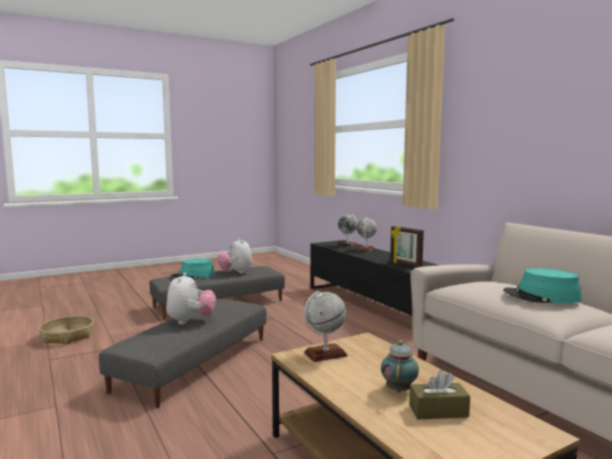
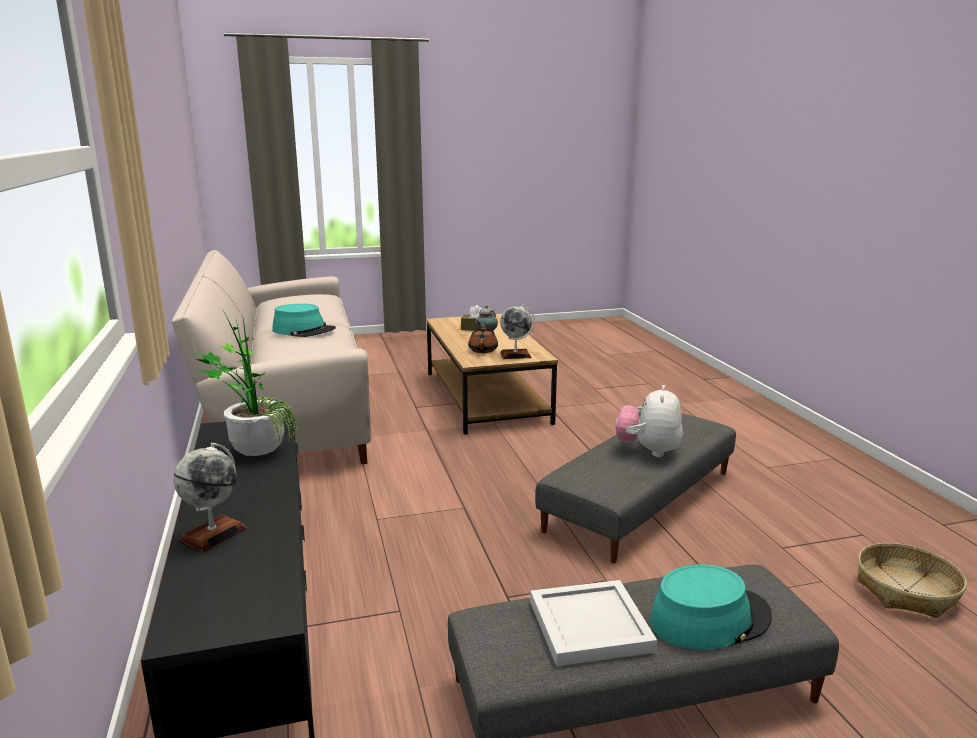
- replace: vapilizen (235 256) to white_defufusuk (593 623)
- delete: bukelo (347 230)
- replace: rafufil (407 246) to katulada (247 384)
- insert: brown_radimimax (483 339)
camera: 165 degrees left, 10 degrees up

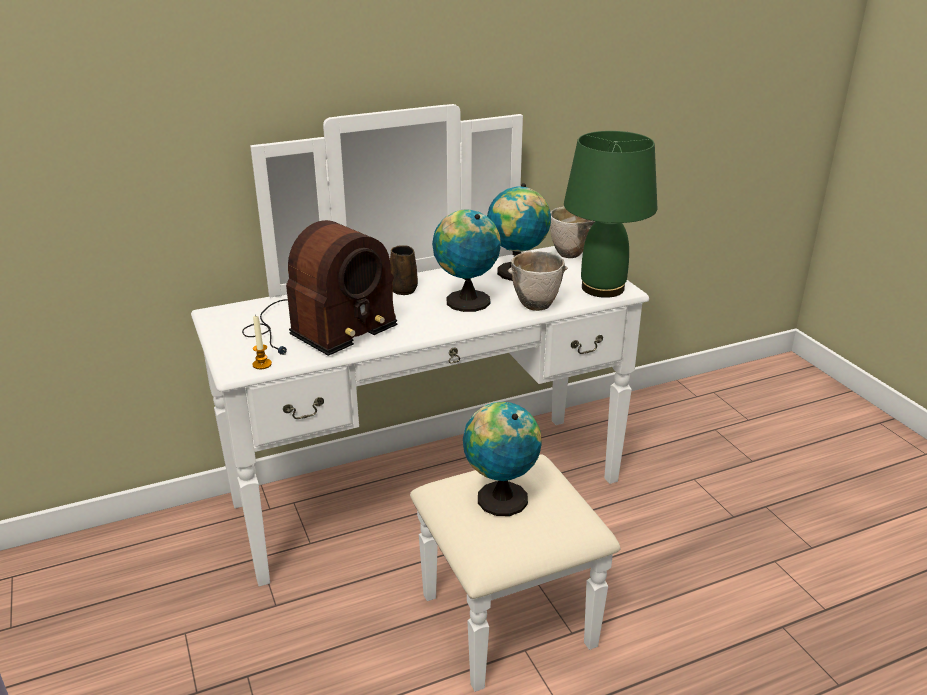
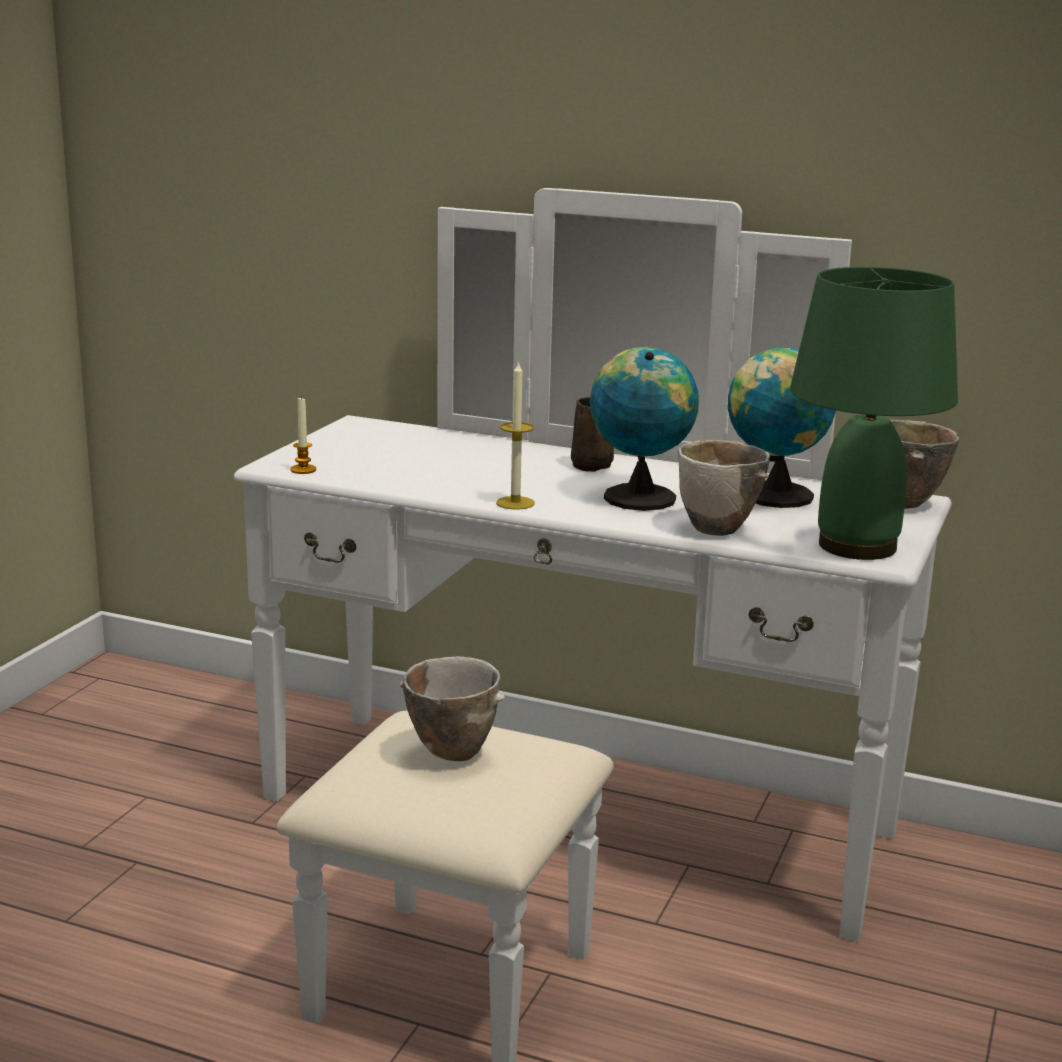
- delete: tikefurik (319 288)
- replace: bukelo (502 459) to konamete (452 709)
- insert: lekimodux (515 435)
camera: 45 degrees right, 10 degrees down

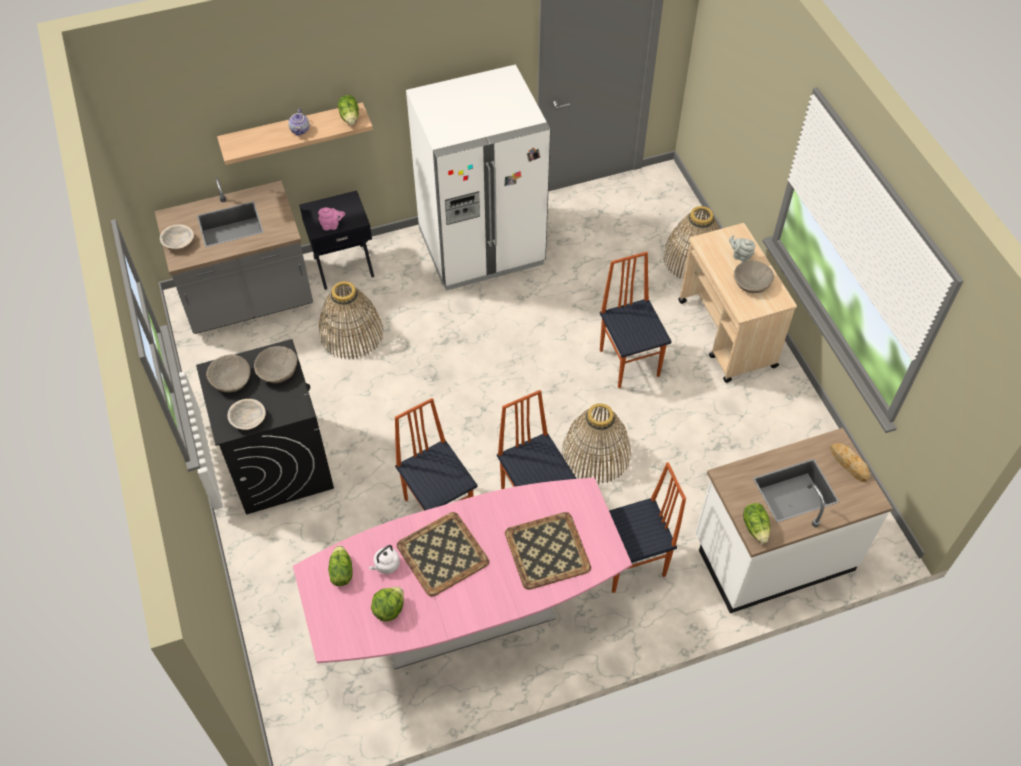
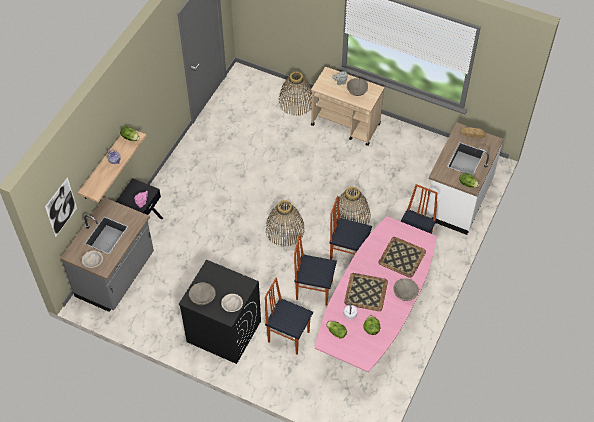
- move: beige_konamete (275 364) to (406 290)
- move: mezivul (351 320) to (285 223)
- delete: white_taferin (478 177)
- move: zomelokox (636 320) to (289 316)
- insert: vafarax (61 207)
camera: 45 degrees left, 0 degrees up

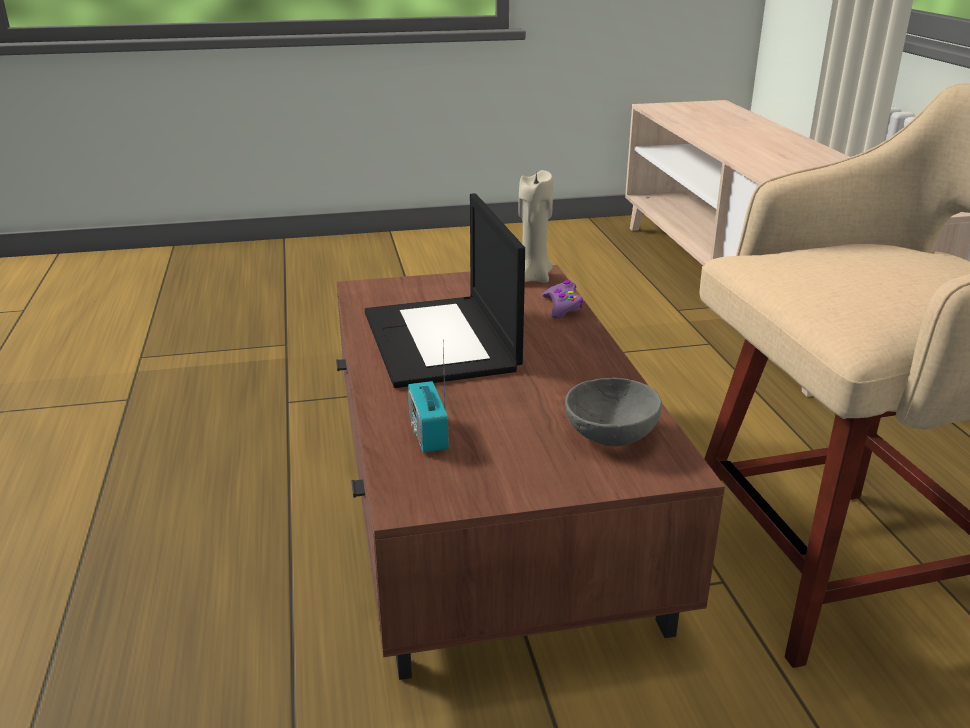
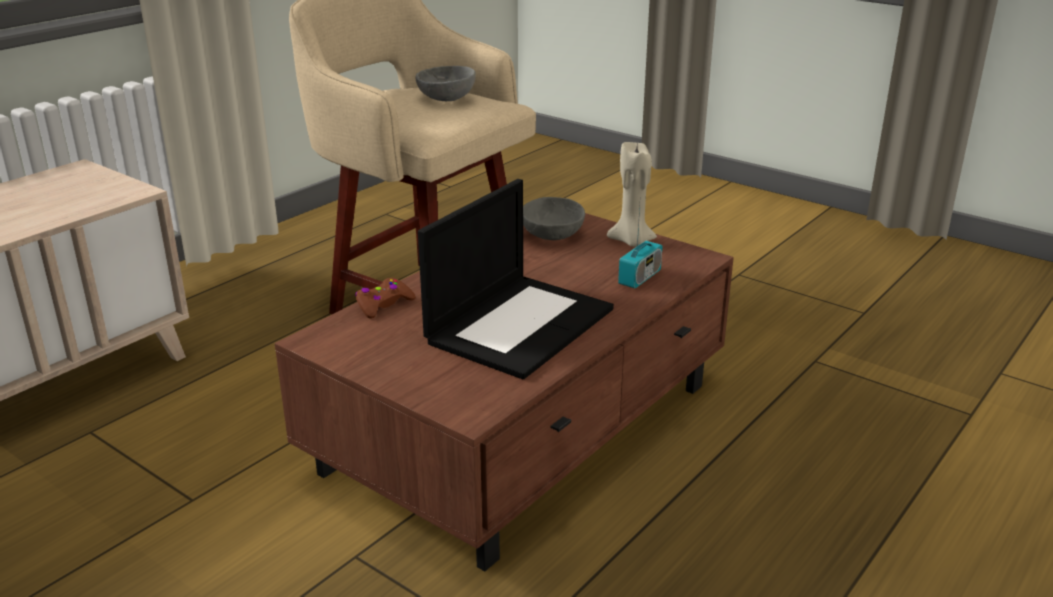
- move: beige_lekimodux (535 226) to (632 194)
- recolor: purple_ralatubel (562 299) to brown_ralatubel (385 298)
- insert: grey_konamete (446 83)
camera: 130 degrees left, 0 degrees up

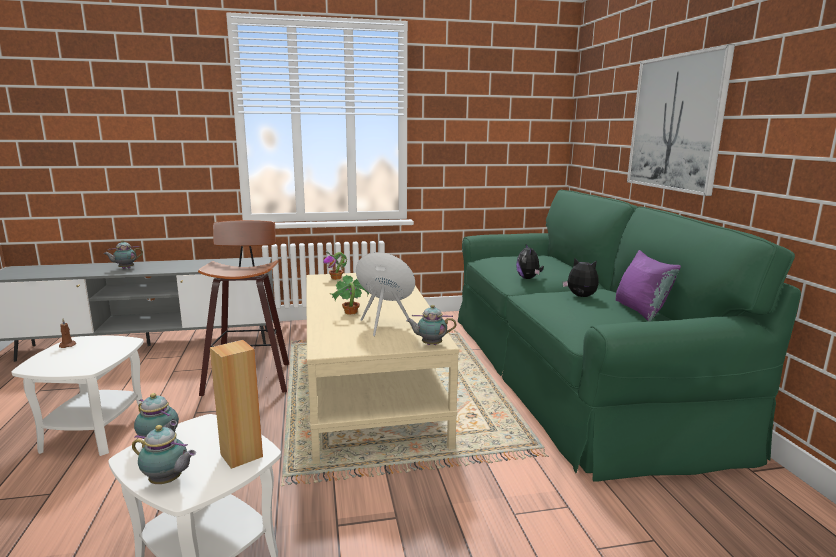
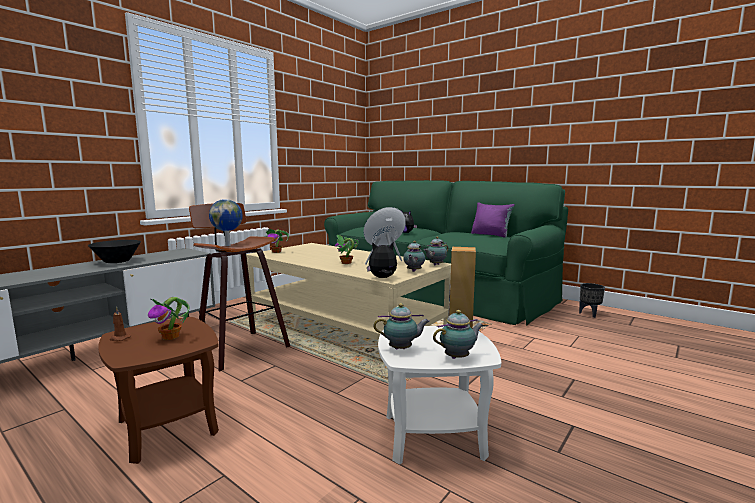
- recolor: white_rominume (78 395) to brown_rominume (158 390)
- move: radimimax (123 254) to (414 256)
- move: vapilizen (580 277) to (382 260)
- delete: vafarax (681 120)
- insert: black_konamete (114 251)
- insert: katulada (168 318)
- insert: bukelo (226 222)
- insert: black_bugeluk (592 300)
camera: 40 degrees left, 5 degrees down

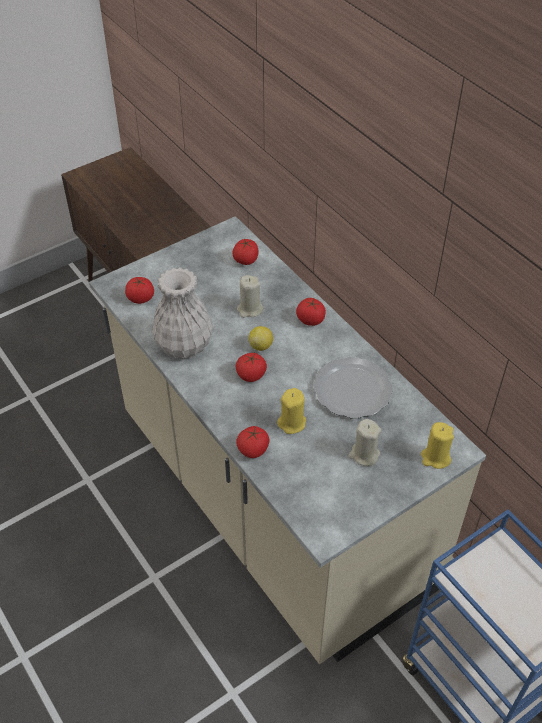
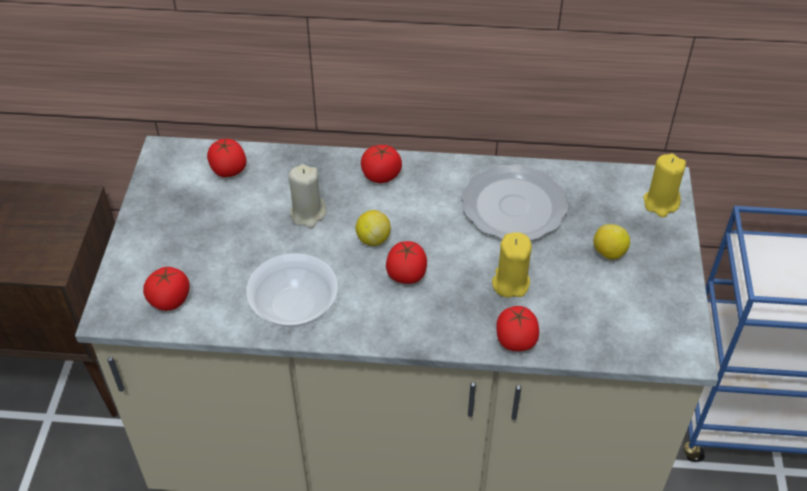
- replace: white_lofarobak (182 312) to konamete (292 290)
- replace: beige_lekimodux (365 442) to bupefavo (611 241)
camera: 50 degrees left, 0 degrees up

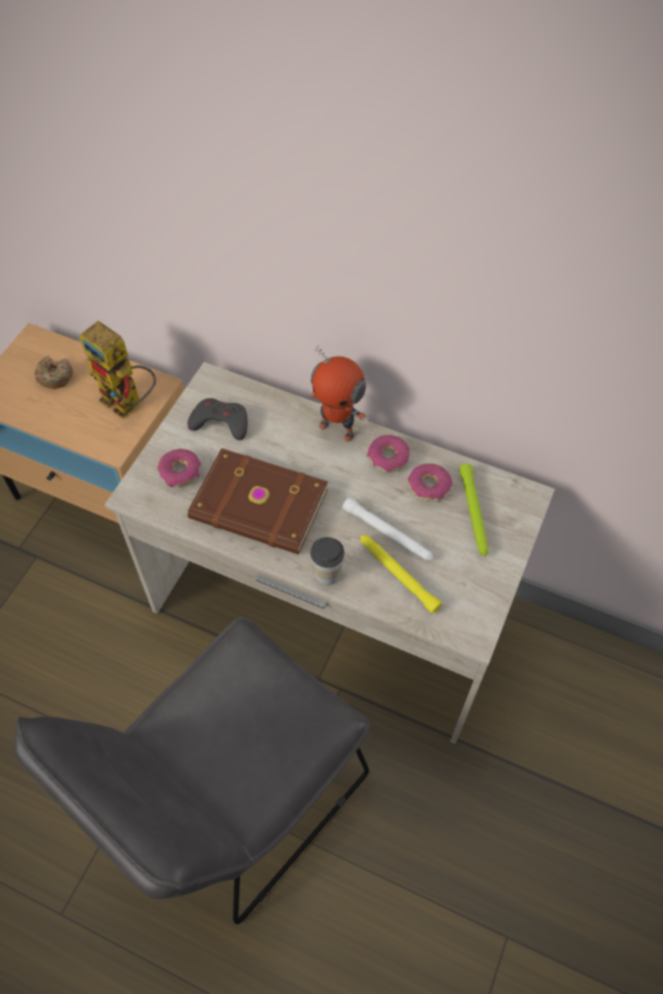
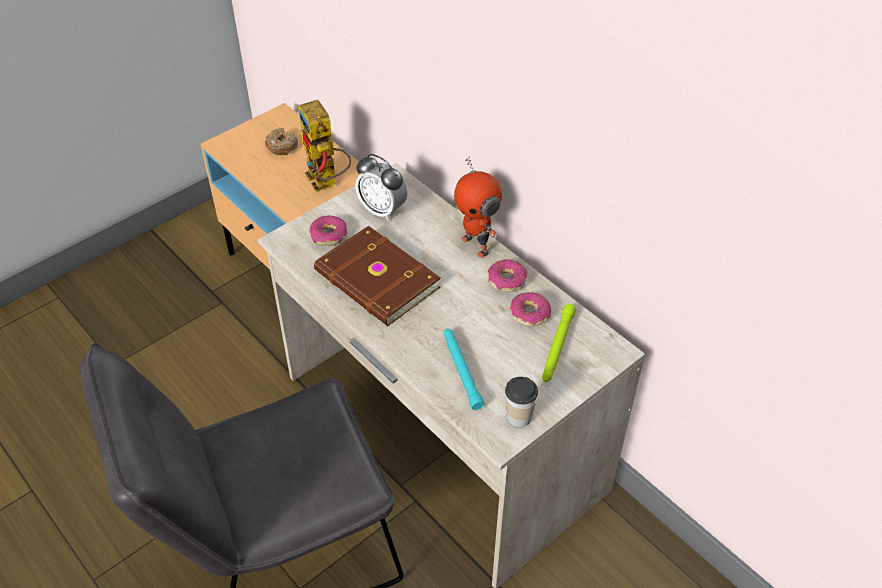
- replace: grey_ralatubel (218 419) to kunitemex (381 187)
- move: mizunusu (327 561) to (521 402)
- delete: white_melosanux (387 529)
- recolor: yellow_melosanux (401 574) to turquoise_melosanux (464 369)
camera: 25 degrees right, 10 degrees down

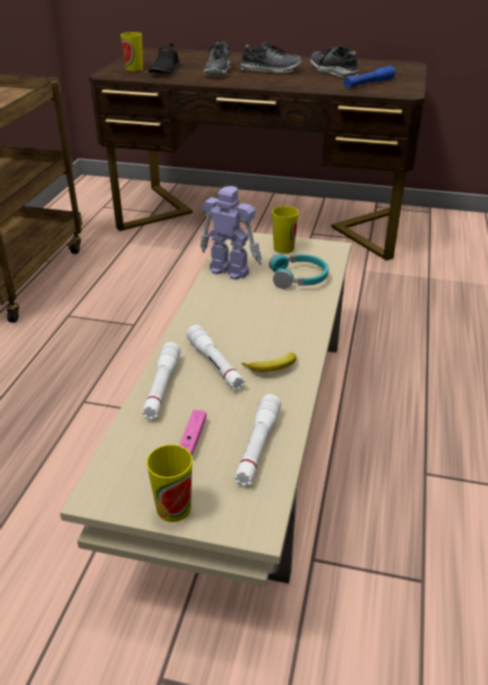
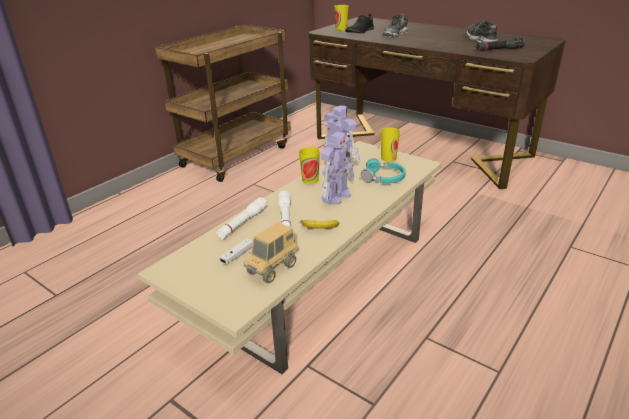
- move: mizunusu (169 483) to (309 165)
- recolor: pink_ralatubel (192 432) to white_ralatubel (236 251)
- replace: white_melosanux (258 440) to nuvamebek (271 252)
- delete: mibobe (271 57)
- recolor: blue_melosanux (369 77) to black_melosanux (500 44)
- insert: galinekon (337 168)
camera: 25 degrees right, 5 degrees down

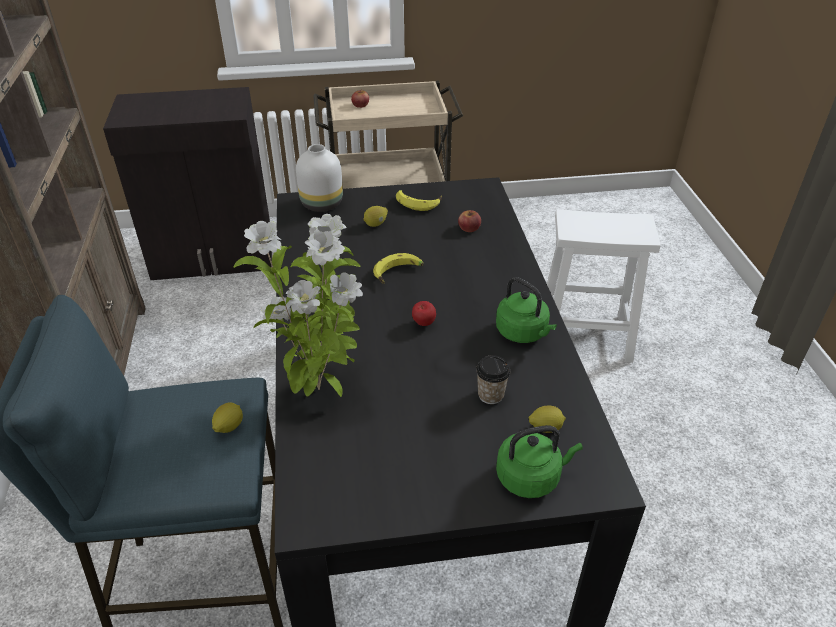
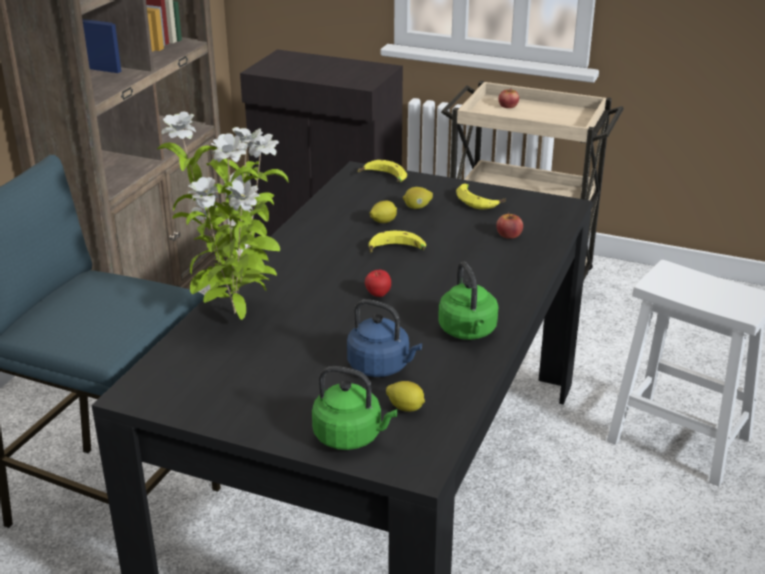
- move: bupefavo (227 417) to (383 212)
- replace: white_lofarobak (319 178) to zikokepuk (382 171)
- replace: mizunusu (493 379) to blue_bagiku (384 338)
camera: 30 degrees right, 10 degrees down

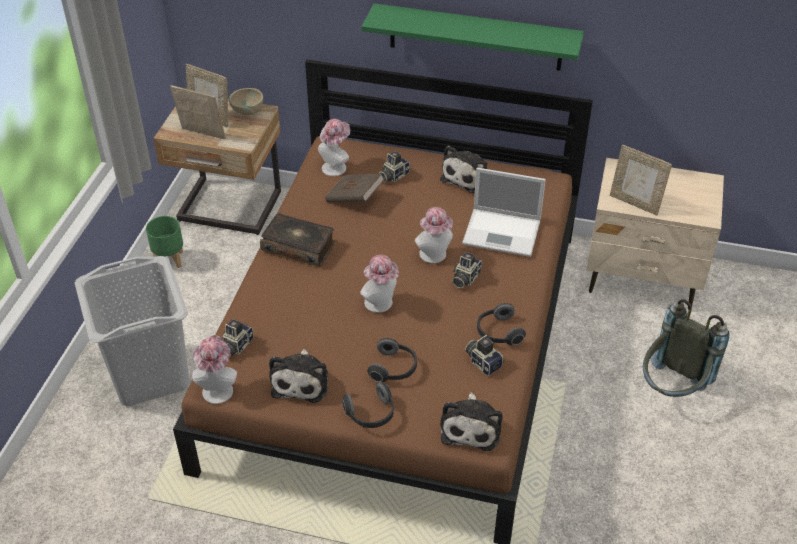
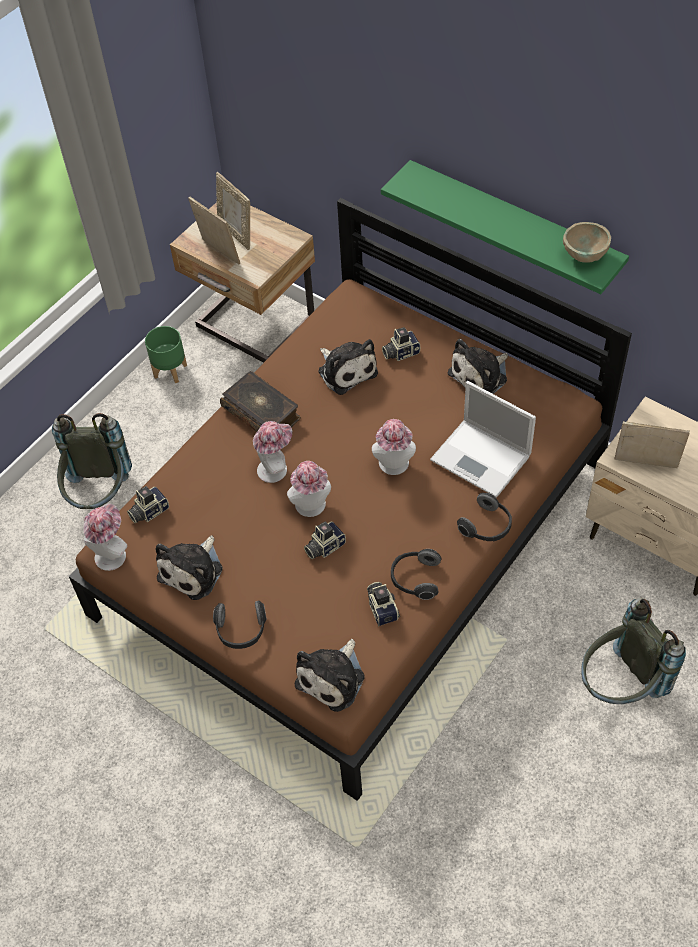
- replace: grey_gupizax (132 331) to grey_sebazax (92 461)
- move: beige_konamete (246 101) to (587 242)
- move: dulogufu (334 147) to (272 452)
- replace: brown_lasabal (355 188) to vapilizen (348 367)
- move: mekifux (392 360) to (484 517)
- move: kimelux (467 270) to (325 540)
- rotate: rafufil (641 180) = (652 444) 135 degrees clockwise
camera: 25 degrees right, 10 degrees up

